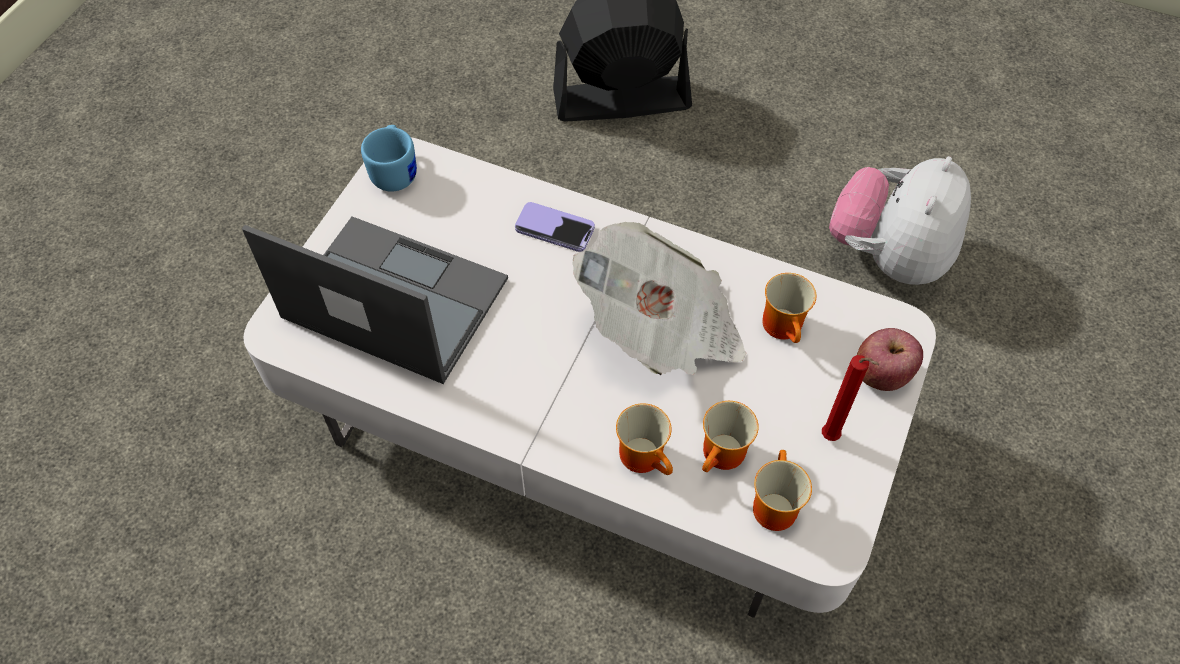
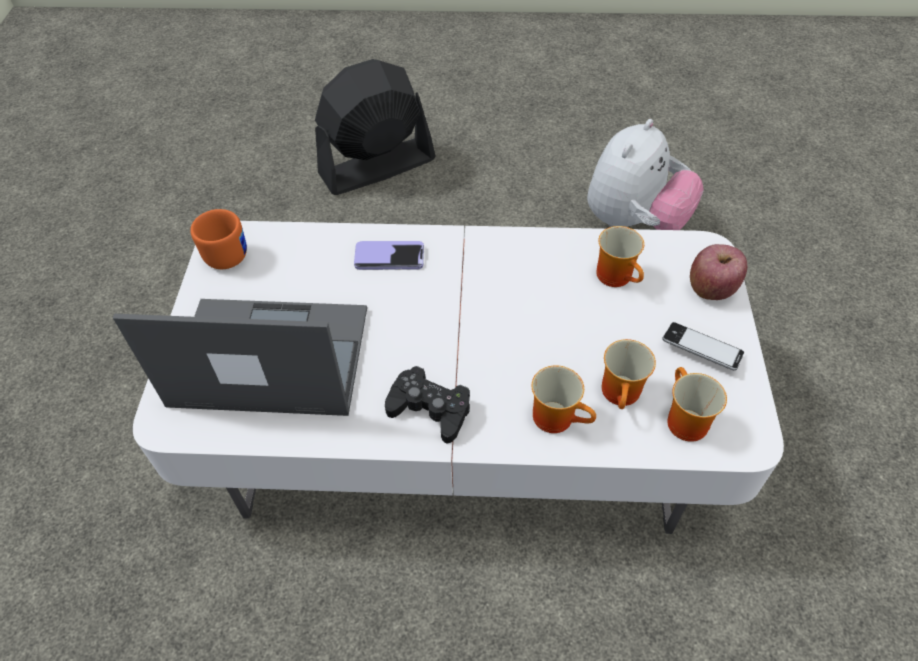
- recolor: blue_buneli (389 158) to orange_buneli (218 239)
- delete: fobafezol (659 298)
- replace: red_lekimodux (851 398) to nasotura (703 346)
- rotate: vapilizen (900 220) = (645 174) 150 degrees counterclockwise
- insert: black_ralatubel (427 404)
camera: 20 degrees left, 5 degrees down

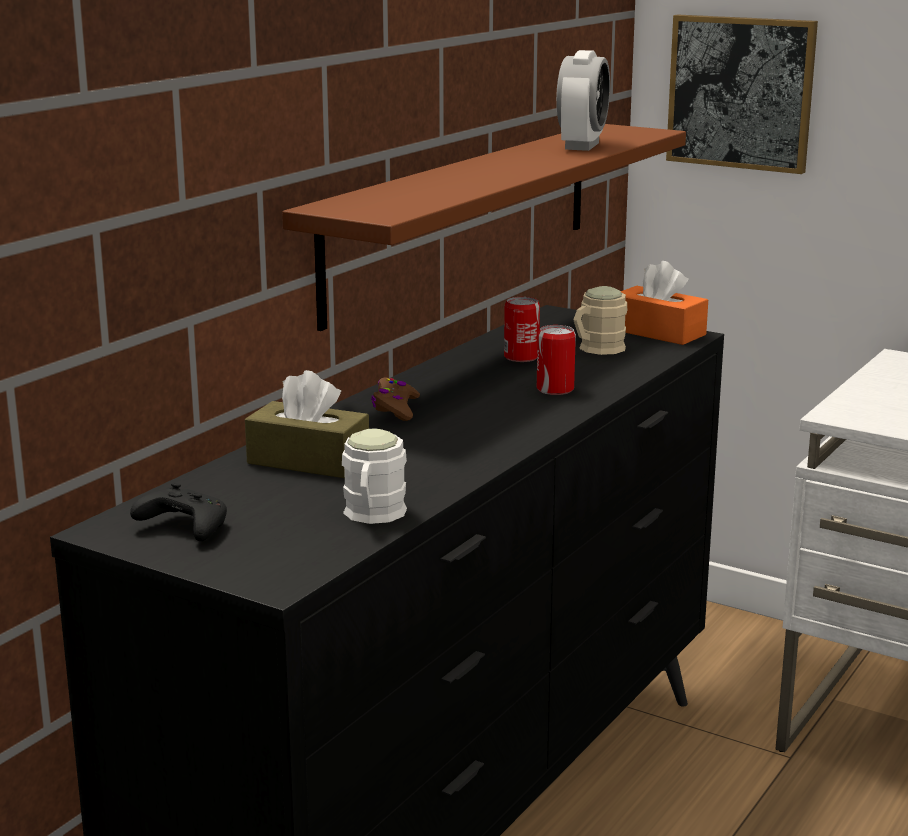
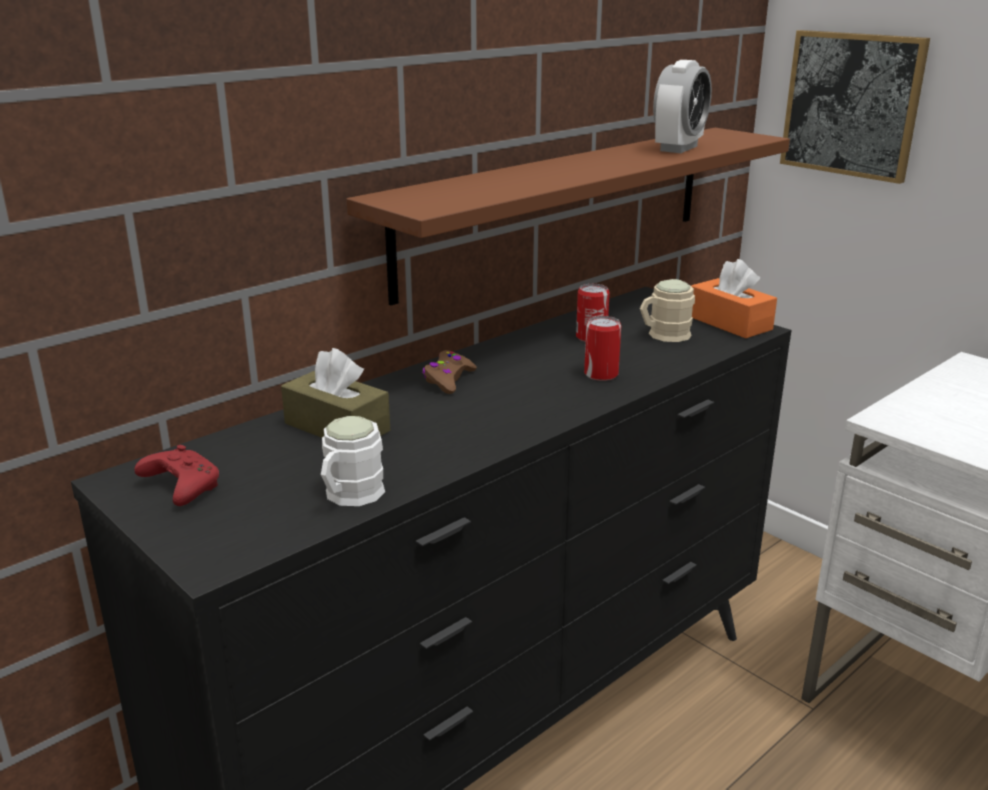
- recolor: black_ralatubel (178 512) to red_ralatubel (176 475)
camera: 15 degrees right, 5 degrees up

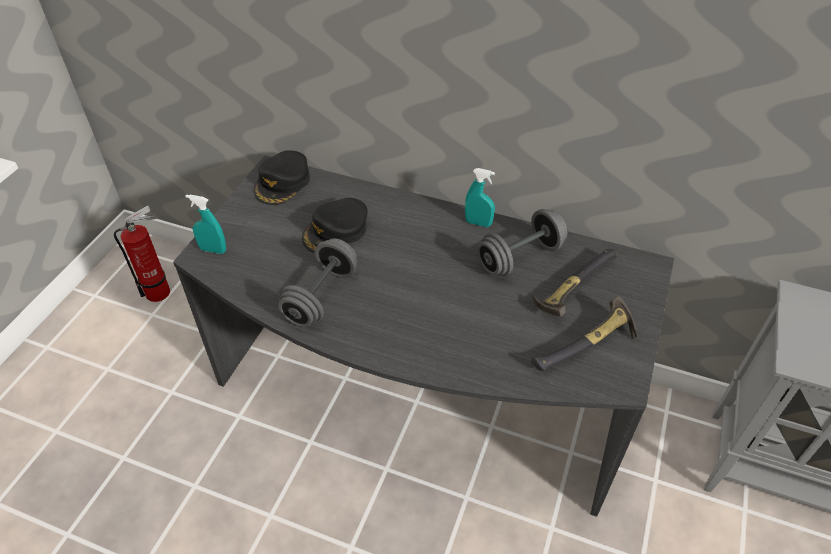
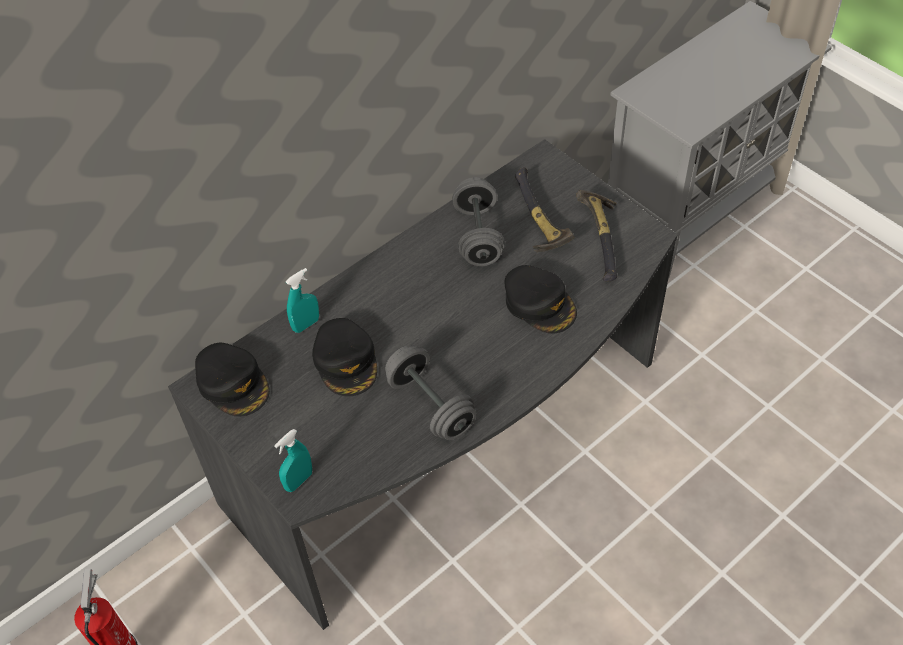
- move: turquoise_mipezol (480 197) to (302 300)
- insert: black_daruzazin (540 299)
camera: 60 degrees left, 5 degrees up

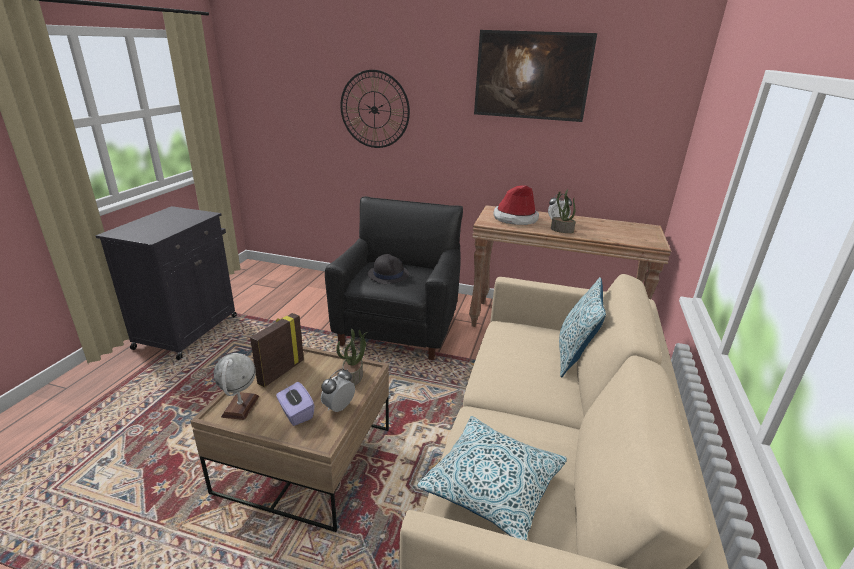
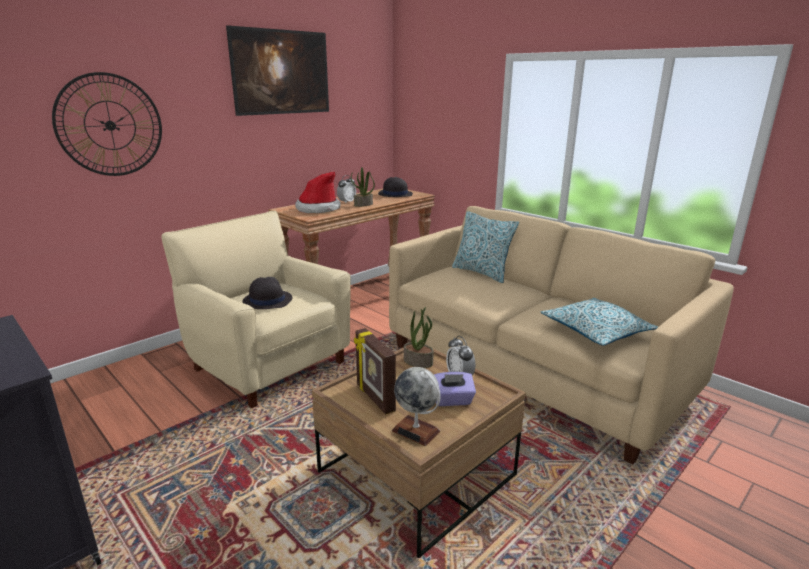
- recolor: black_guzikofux (394 278) to beige_guzikofux (256 309)
- insert: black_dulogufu (395 187)
camera: 60 degrees left, 5 degrees down

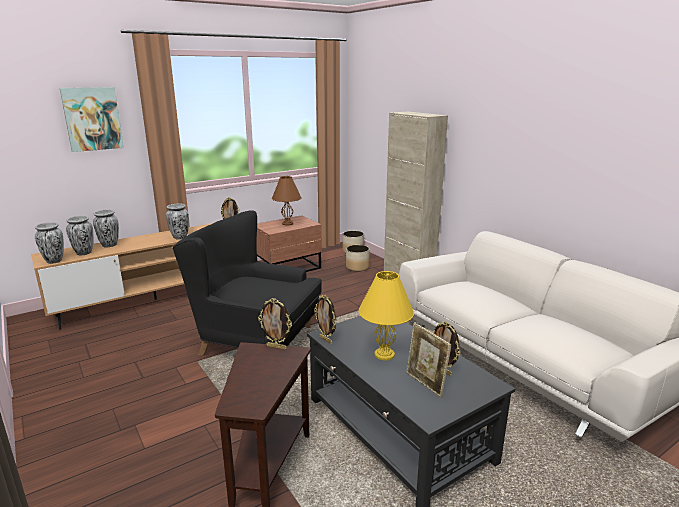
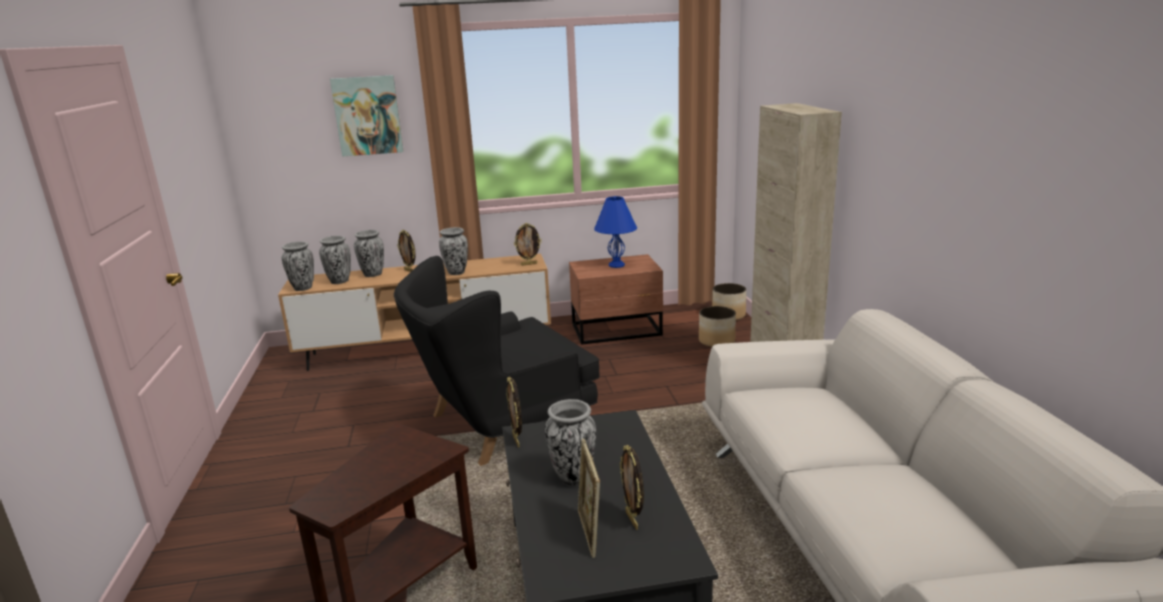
- rotate: black_guzikofux (247 283) = (497 361) 75 degrees counterclockwise
- move: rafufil (275 323) to (406 250)
- recolor: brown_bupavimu (287 200) to blue_bupavimu (615 232)
- replace: yellow_bupavimu (386 316) to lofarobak (570 442)
camera: 25 degrees right, 0 degrees up

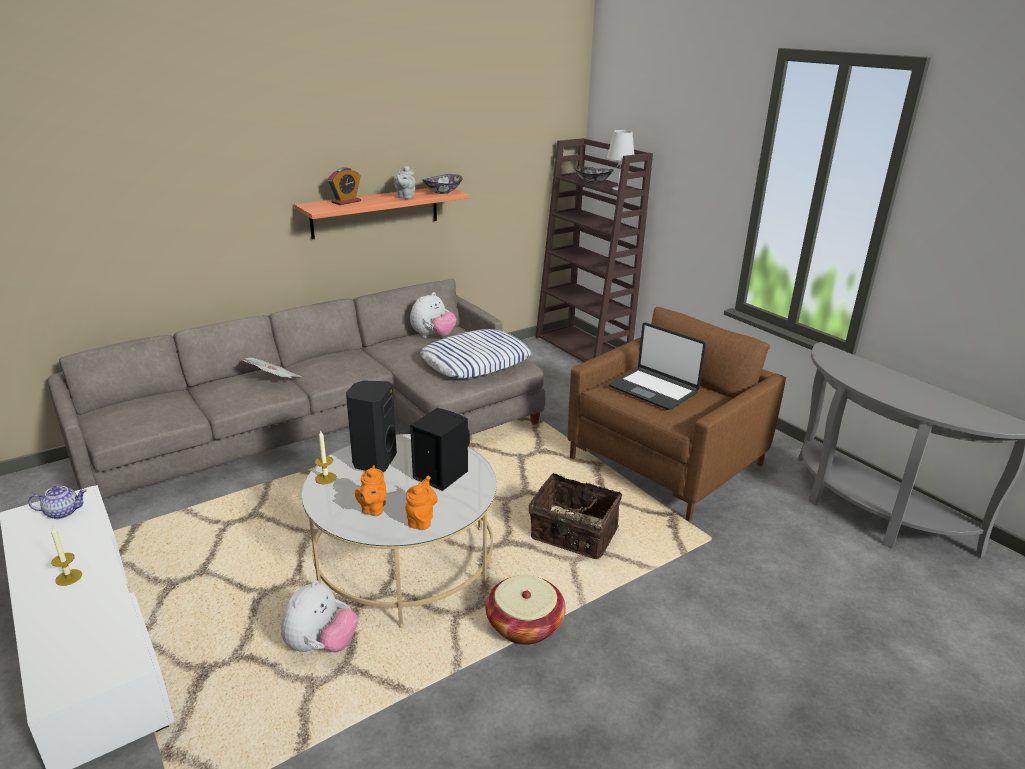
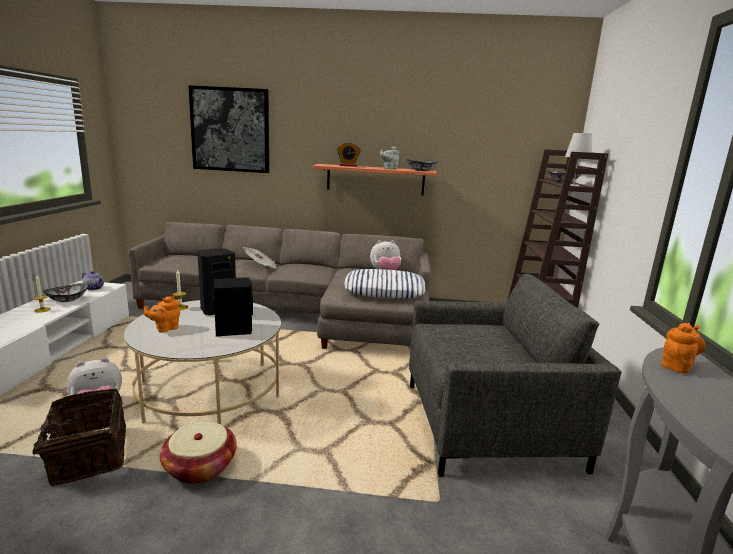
- move: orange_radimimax (422 503) to (683 348)
- move: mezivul (575 516) to (69 437)
- recolor: brown_guzikofux (677 414) to grey_guzikofux (515 375)
- delete: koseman (657 366)
- insert: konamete (66 292)
- insert: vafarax (229 129)
camera: 40 degrees right, 10 degrees down

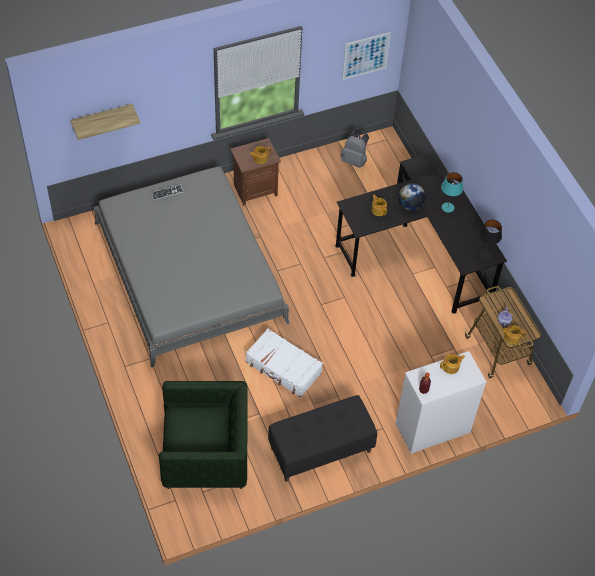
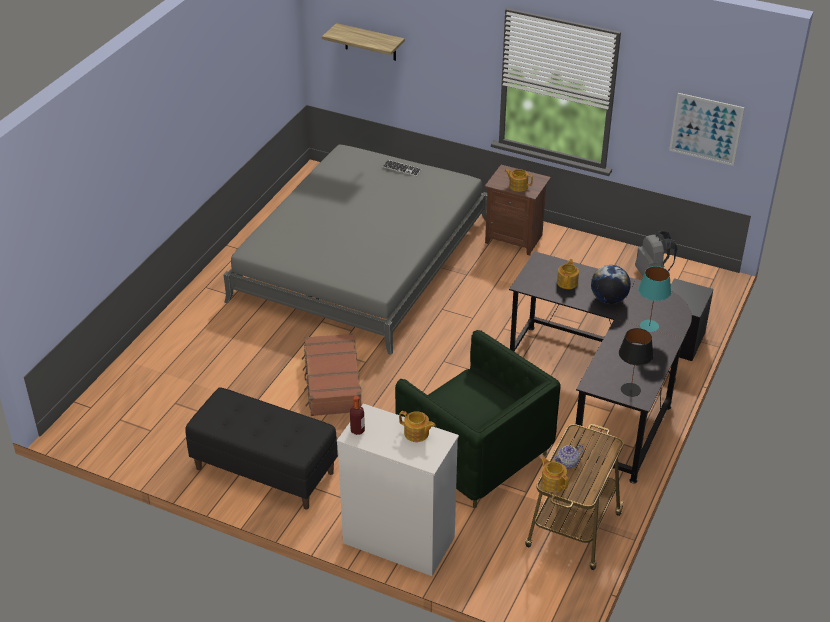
- move: green_guzikofux (203 435) to (478 419)
- recolor: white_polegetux (284 363) to brown_polegetux (331 374)
camera: 50 degrees right, 15 degrees down

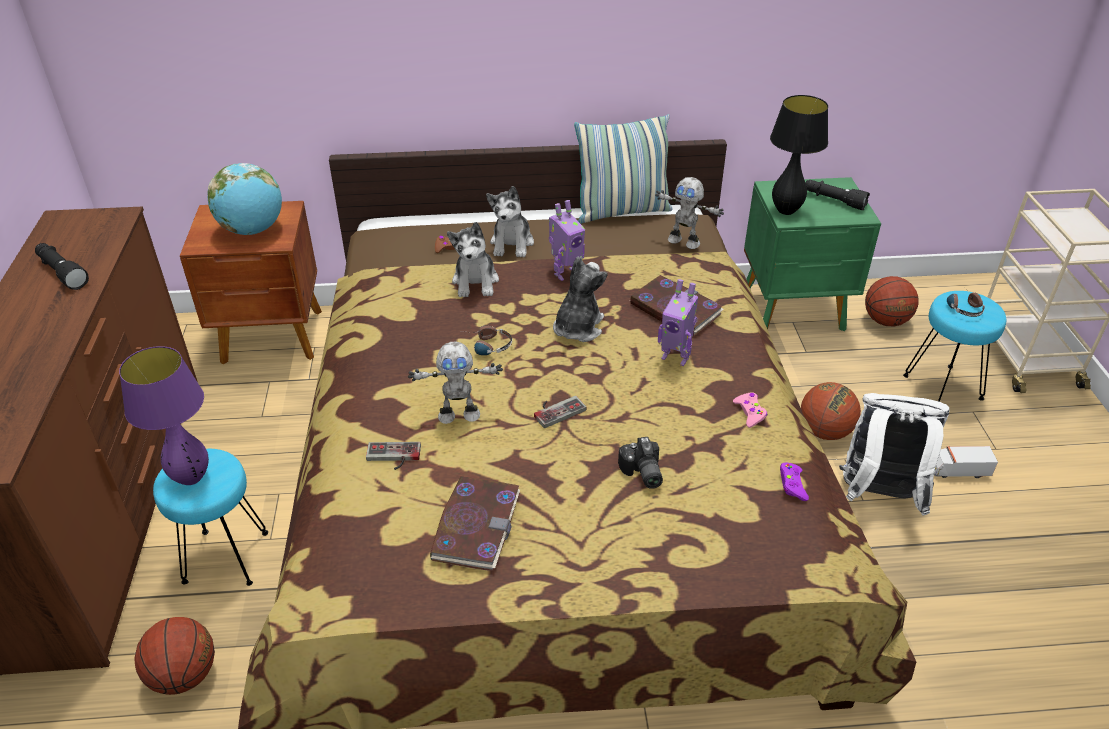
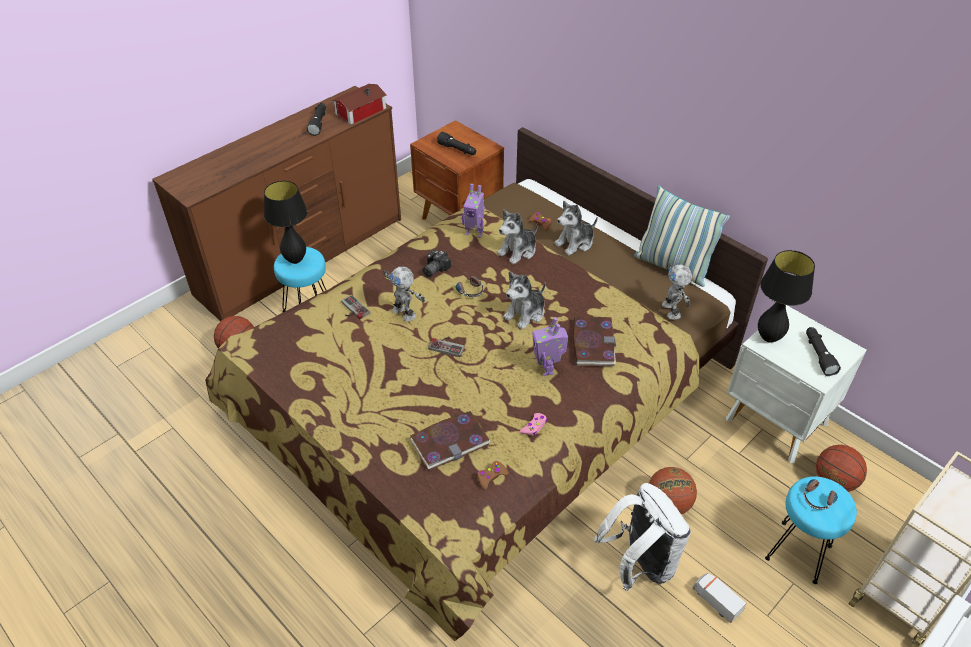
- recolor: purple_bupavimu (164 415) to black_bupavimu (286 222)
- replace: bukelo (245 199) to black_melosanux (456 143)
- move: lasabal (475 523) to (450 440)
- move: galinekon (567 240) to (473 211)
- rotate: vapilizen (580 299) = (524 300) 150 degrees clockwise
- move: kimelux (640 463) to (437 263)
- recolor: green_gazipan (812 254) to white_gazipan (796 384)
- recolor: purple_ralatubel (794 482) to brown_ralatubel (493 475)
- insert: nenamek (359 104)
camera: 50 degrees right, 5 degrees up

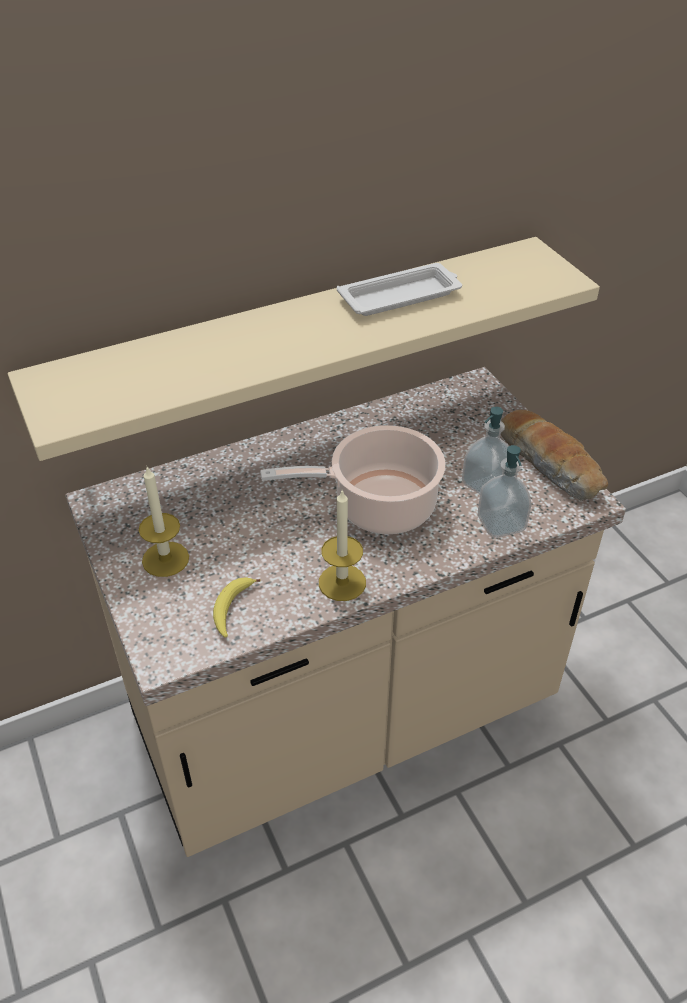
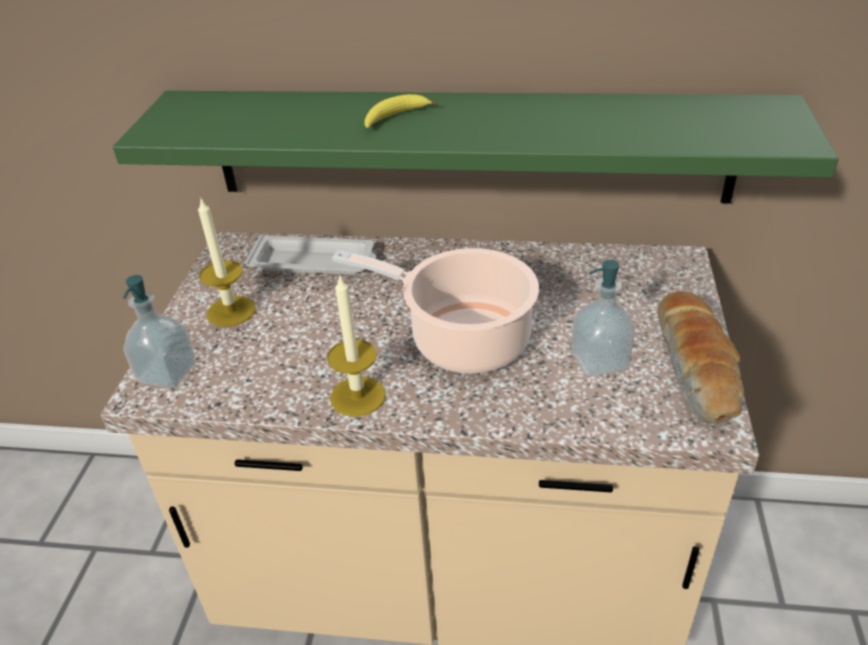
- recolor: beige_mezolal (304 349) to green_mezolal (476 147)
- move: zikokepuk (237 607) to (400 111)
- move: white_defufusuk (399 289) to (310 254)
- move: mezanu (504 491) to (159 331)
camera: 35 degrees right, 5 degrees down

